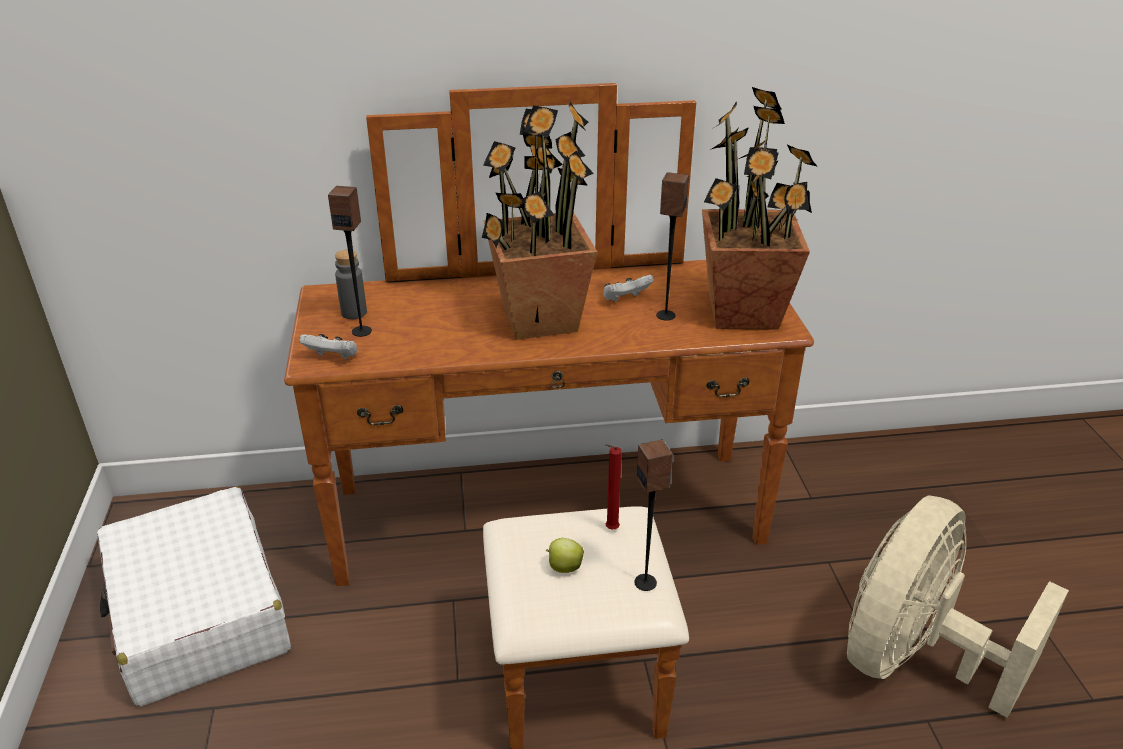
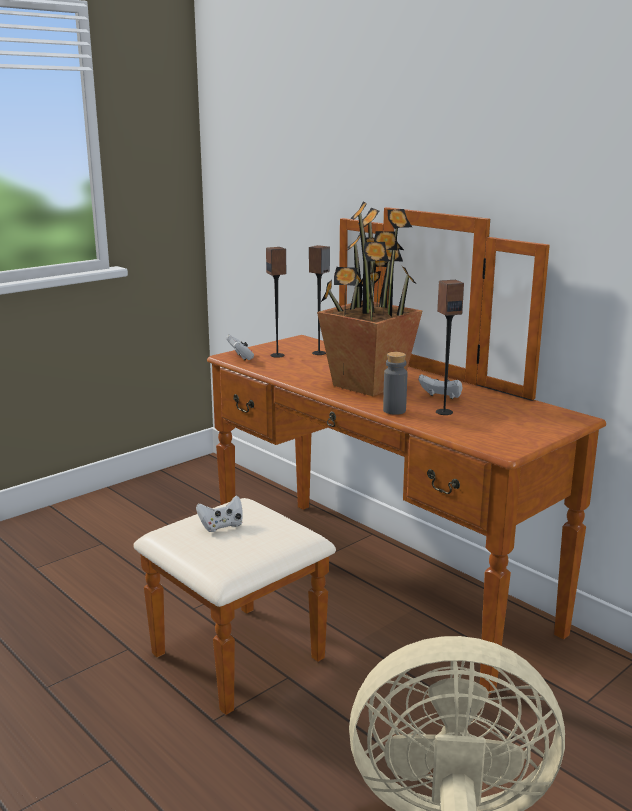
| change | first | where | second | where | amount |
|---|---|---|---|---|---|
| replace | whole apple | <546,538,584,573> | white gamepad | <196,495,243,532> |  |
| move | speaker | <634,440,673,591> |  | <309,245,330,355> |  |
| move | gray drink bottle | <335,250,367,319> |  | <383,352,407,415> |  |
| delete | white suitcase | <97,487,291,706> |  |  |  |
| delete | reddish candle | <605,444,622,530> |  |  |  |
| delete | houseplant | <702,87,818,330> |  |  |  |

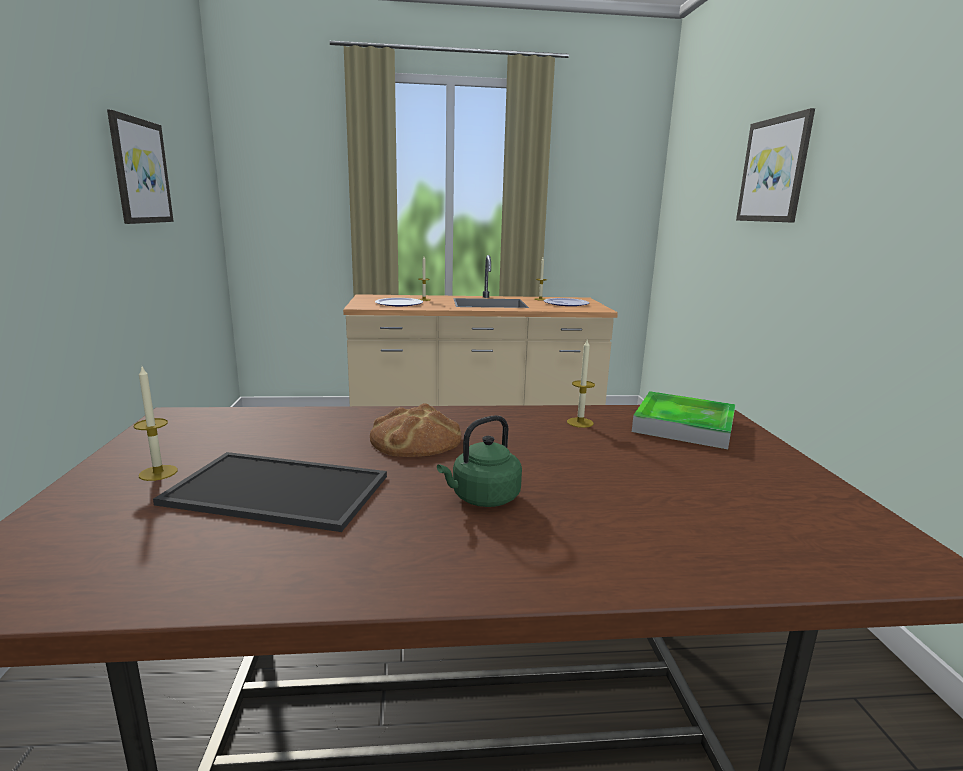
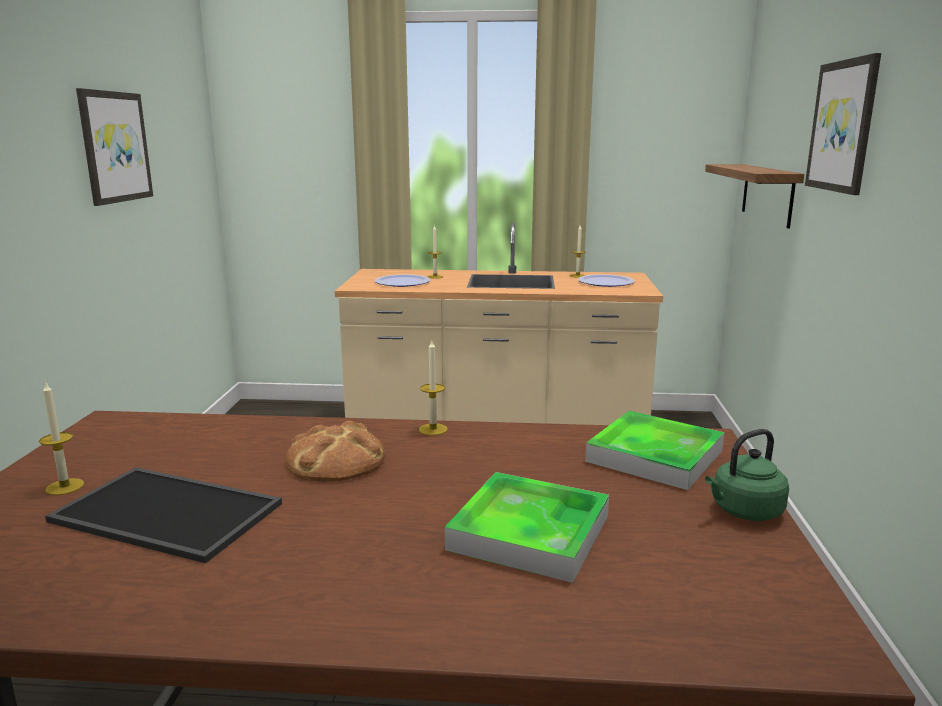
| change | first | where | second | where | amount |
|---|---|---|---|---|---|
| move | candle | <567,340,595,428> |  | <419,341,448,435> |  |
| insert |  |  | serving tray | <445,472,609,583> |  |
| insert |  |  | shelf | <705,164,804,229> |  |
| move | green water kettle | <437,415,522,507> |  | <705,429,789,521> |  |

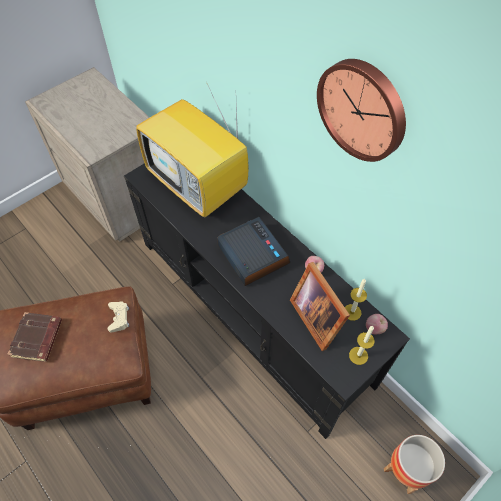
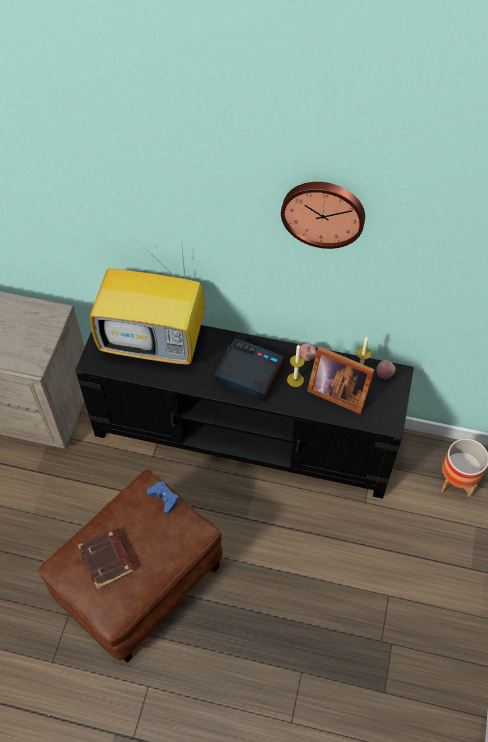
| change | first | where | second | where | amount |
|---|---|---|---|---|---|
| recolor | sand-coloured gamepad | <108,302,129,333> | blue-coloured gamepad | <147,481,179,514> |  |
| move | candle | <349,326,375,365> |  | <287,344,305,387> |  |

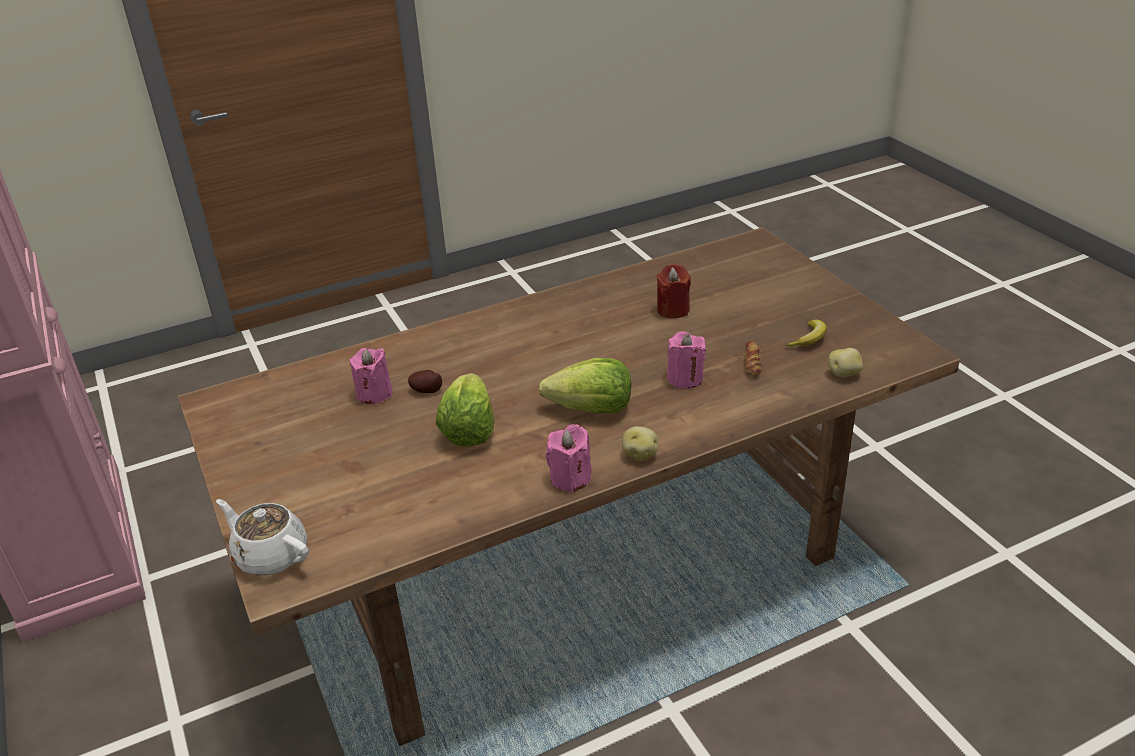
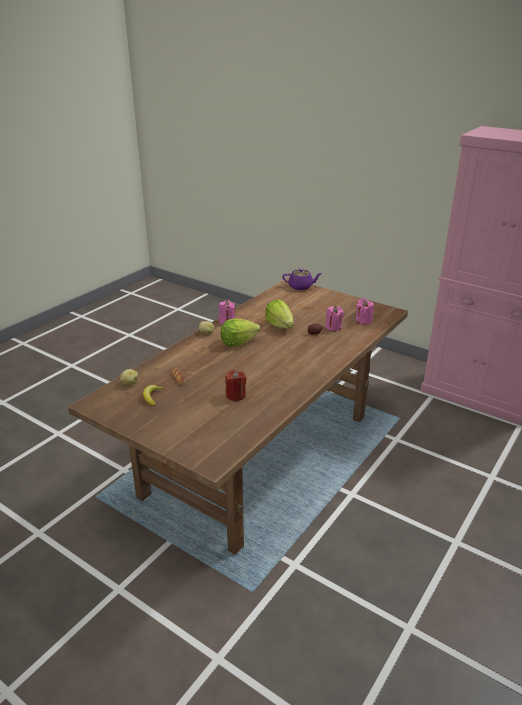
| change | first | where | second | where | amount |
|---|---|---|---|---|---|
| recolor | white pot for tea | <216,499,309,575> | purple-coloured pot for tea | <282,269,322,290> |  |
| move | pink-coloured candle | <667,331,706,388> |  | <356,298,374,324> |  |

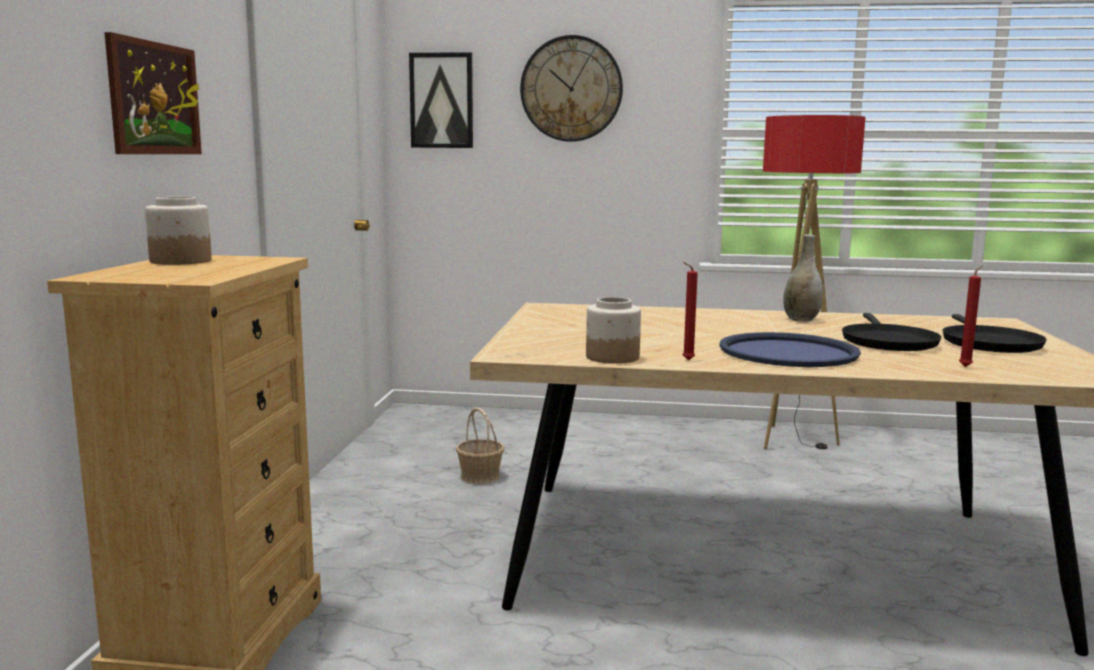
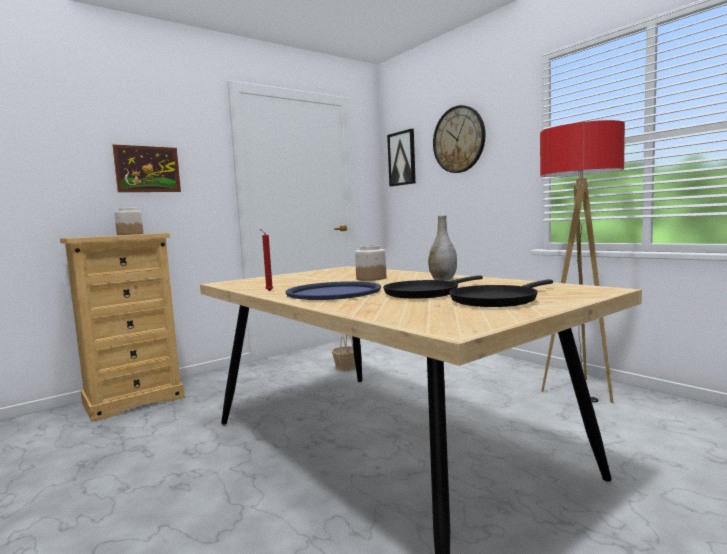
| change | first | where | second | where | amount |
|---|---|---|---|---|---|
| move | preserve jar | <586,297,641,364> |  | <355,245,386,281> |  |
| delete | reddish candle | <959,266,982,367> |  |  |  |

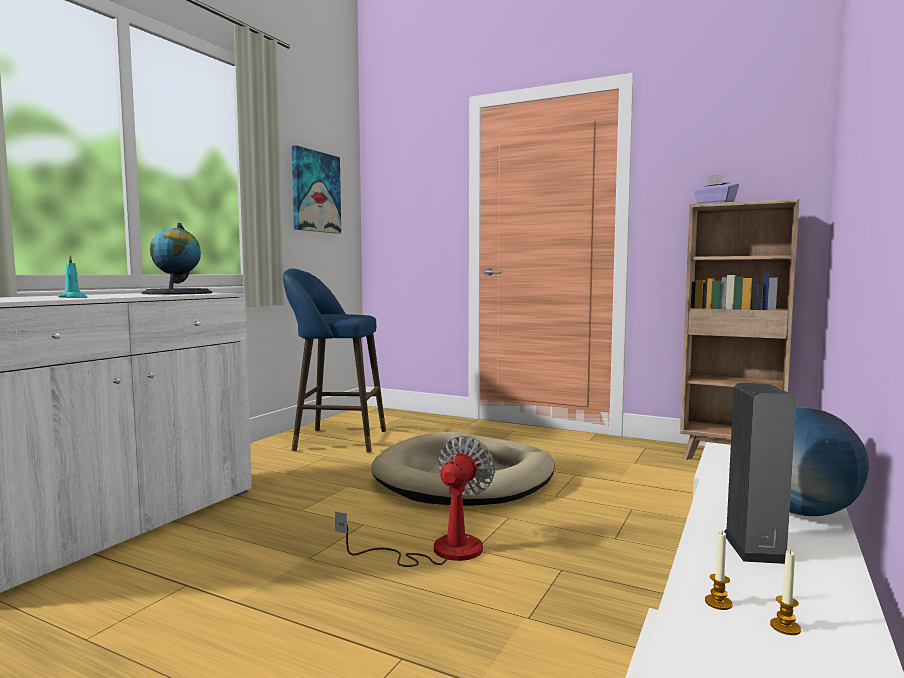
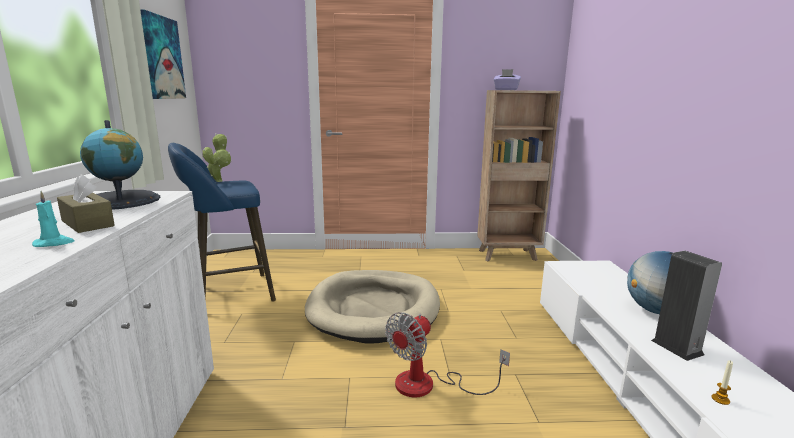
| change | first | where | second | where | amount |
|---|---|---|---|---|---|
| insert |  |  | brownish tissue holder | <57,174,115,233> |  |
| insert |  |  | houseplant | <202,134,231,182> |  |
| rotate | fan | <335,435,495,567> |  | <385,312,510,398> | 135 degrees counterclockwise |
| delete | candle | <770,550,801,635> |  |  |  |

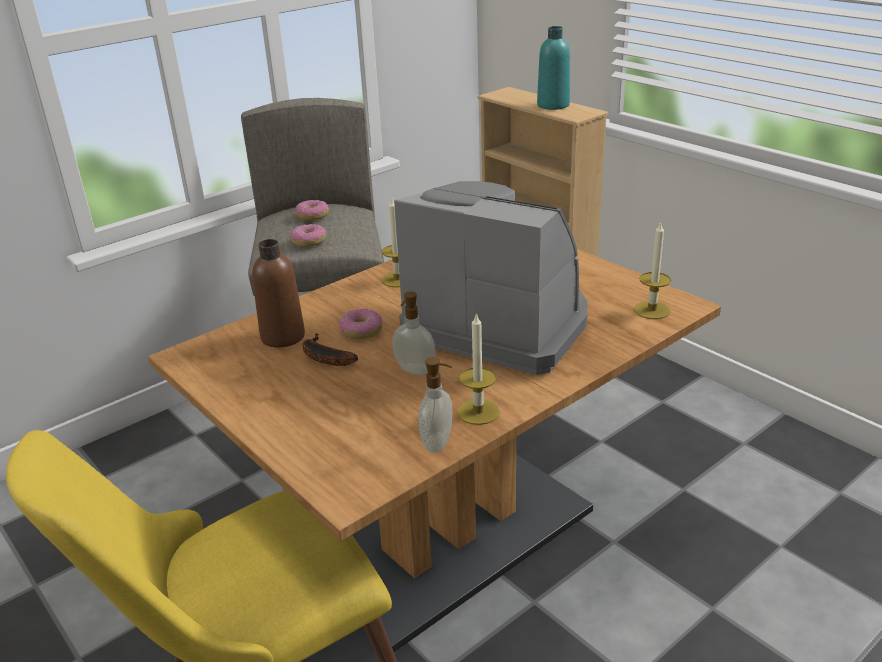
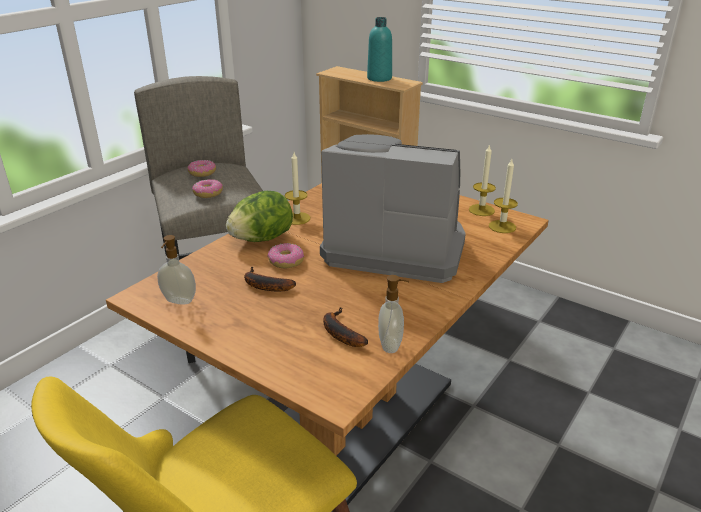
| change | first | where | second | where | amount |
|---|---|---|---|---|---|
| move | liquid soap bottle | <392,292,436,375> |  | <157,235,196,305> |  |
| insert |  |  | lettuce | <226,191,293,242> |  |
| insert |  |  | whole banana | <323,307,368,347> |  |
| move | candle | <457,312,500,425> |  | <469,144,496,216> |  |
| delete | brownish drink bottle | <252,239,305,348> |  |  |  |

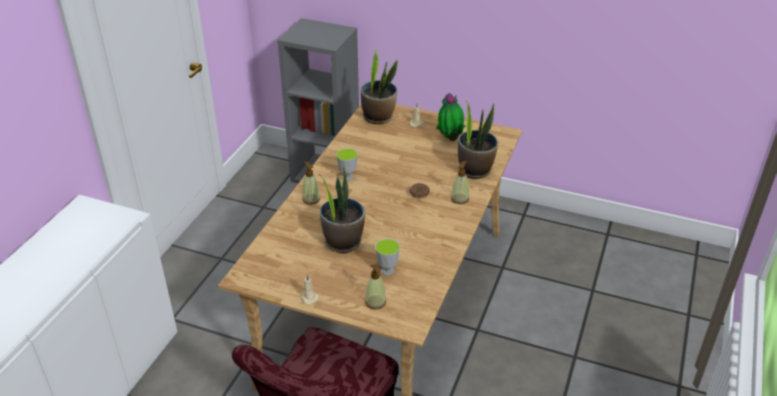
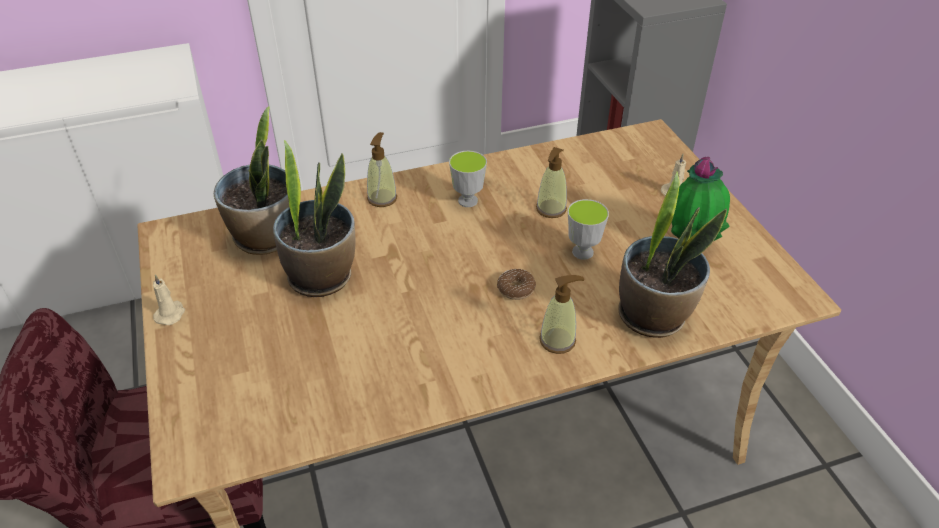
| change | first | where | second | where | amount |
|---|---|---|---|---|---|
| move | houseplant | <361,50,398,124> |  | <214,107,290,255> |  |
| move | liquid soap bottle | <365,264,386,310> |  | <536,147,567,218> |  |
| move | cup | <375,239,400,276> |  | <567,199,609,260> |  |

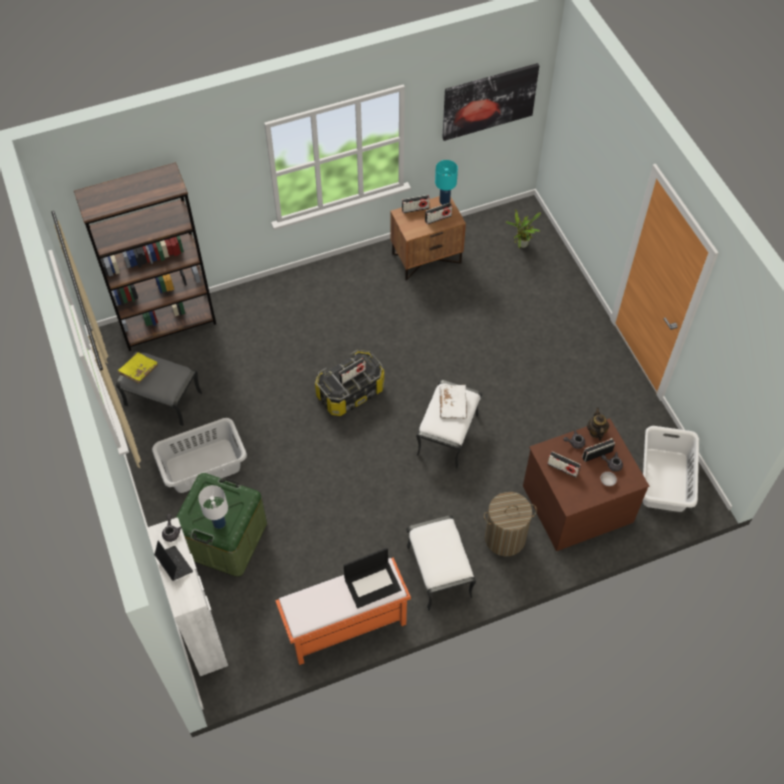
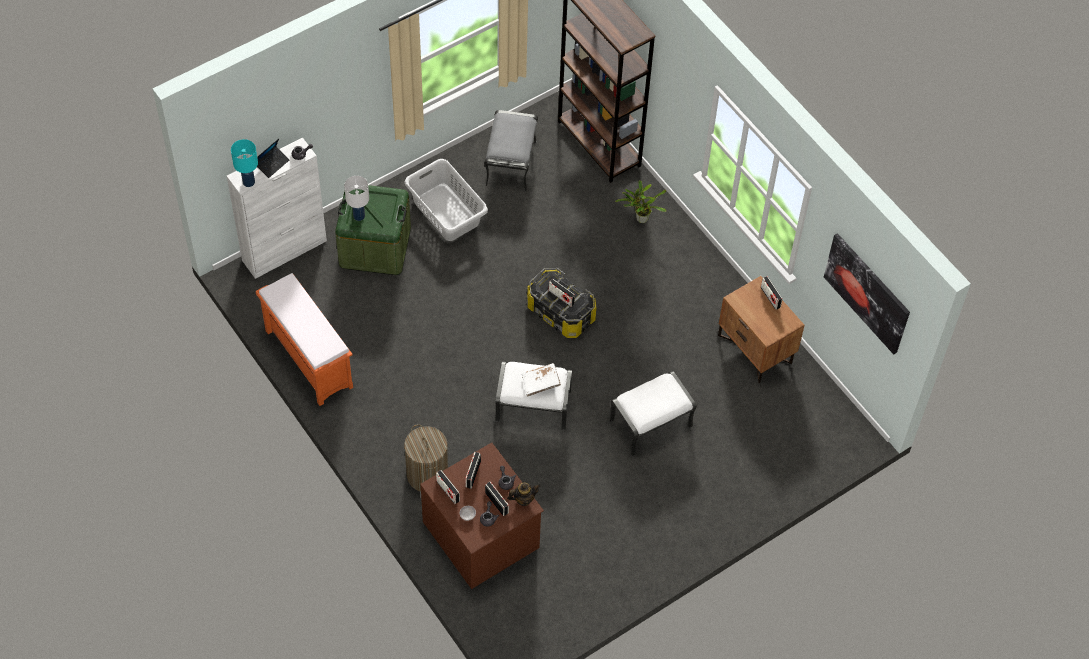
| change | first | where | second | where | amount |
|---|---|---|---|---|---|
| move | turquoise tabletop lamp | <435,160,458,205> |  | <231,139,258,187> |  |
| move | radio receiver | <425,203,452,225> |  | <436,470,460,504> |  |
| move | white pouffe | <406,515,476,611> |  | <609,371,697,456> |  |
| move | houseplant | <506,209,541,248> |  | <615,180,667,223> |  |
| delete | yellow-coloured book | <117,352,158,384> |  |  |  |
| delete | laptop | <344,548,401,608> |  |  |  |
| delete | white washing basket | <643,426,699,512> |  |  |  |

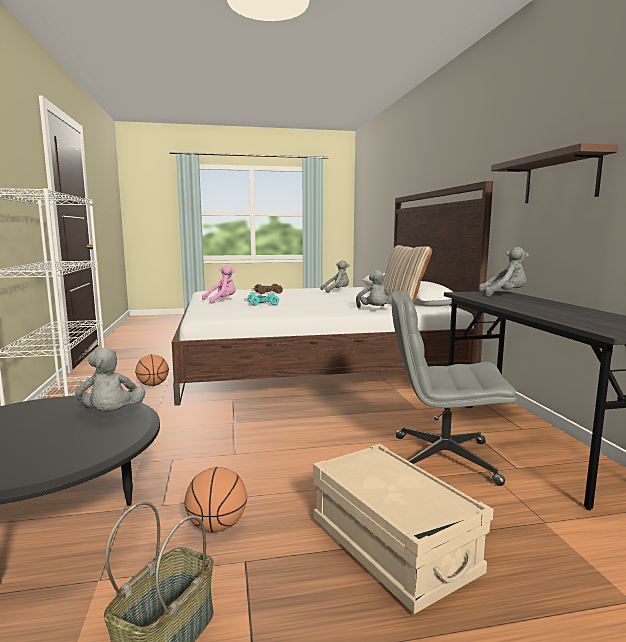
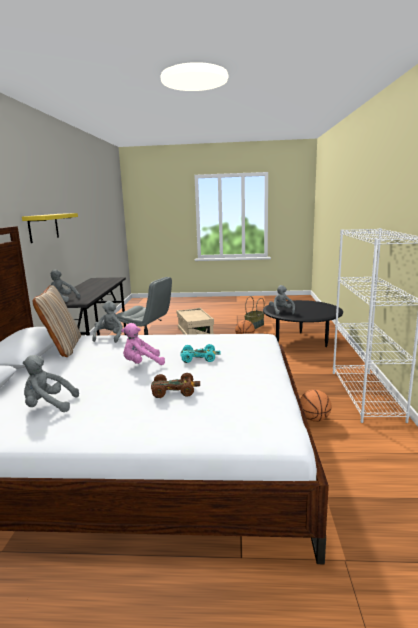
| change | first | where | second | where | amount |
|---|---|---|---|---|---|
| recolor | brownish shelf | <491,143,618,203> | yellow-coloured shelf | <22,213,78,243> |  |
| move | pink-coloured plush toy | <202,265,236,304> |  | <121,323,165,365> |  |

